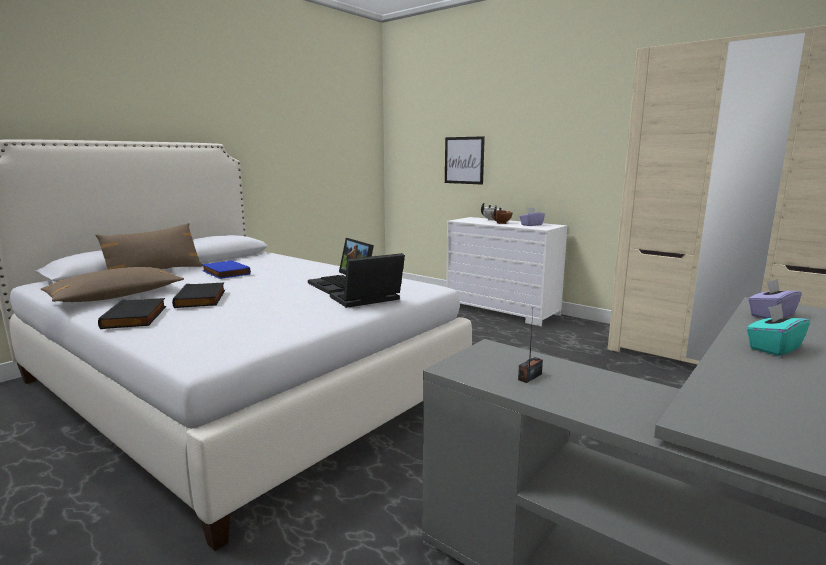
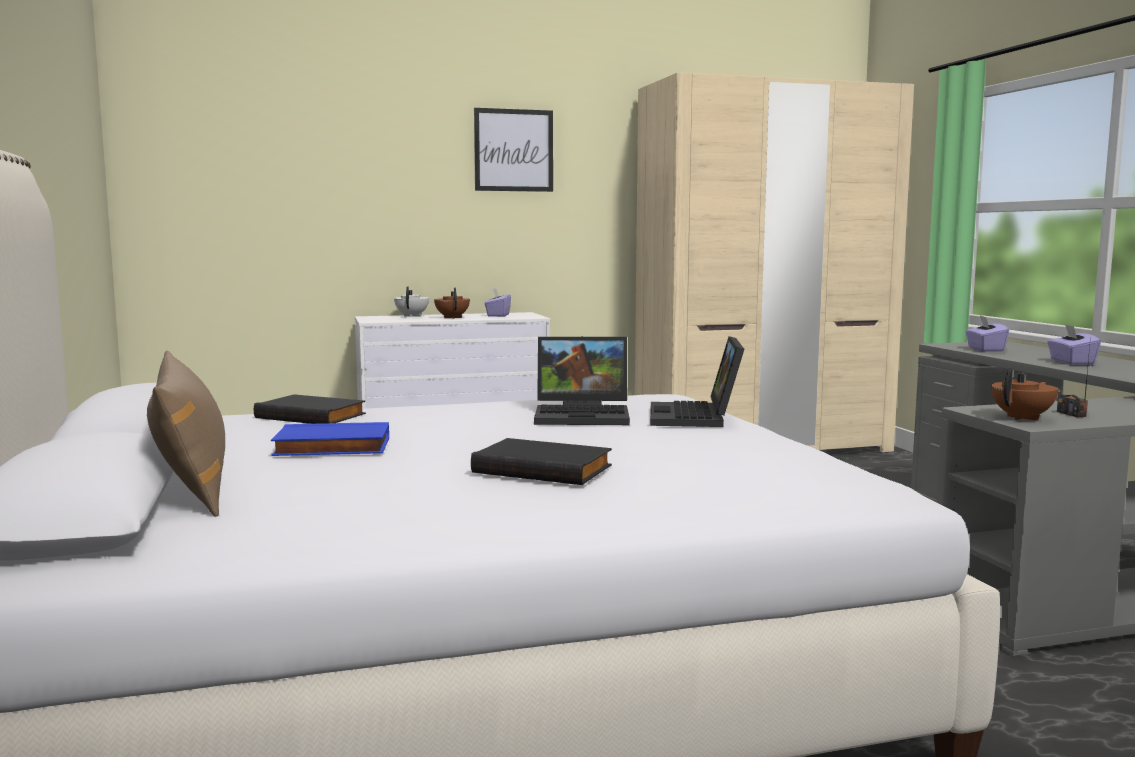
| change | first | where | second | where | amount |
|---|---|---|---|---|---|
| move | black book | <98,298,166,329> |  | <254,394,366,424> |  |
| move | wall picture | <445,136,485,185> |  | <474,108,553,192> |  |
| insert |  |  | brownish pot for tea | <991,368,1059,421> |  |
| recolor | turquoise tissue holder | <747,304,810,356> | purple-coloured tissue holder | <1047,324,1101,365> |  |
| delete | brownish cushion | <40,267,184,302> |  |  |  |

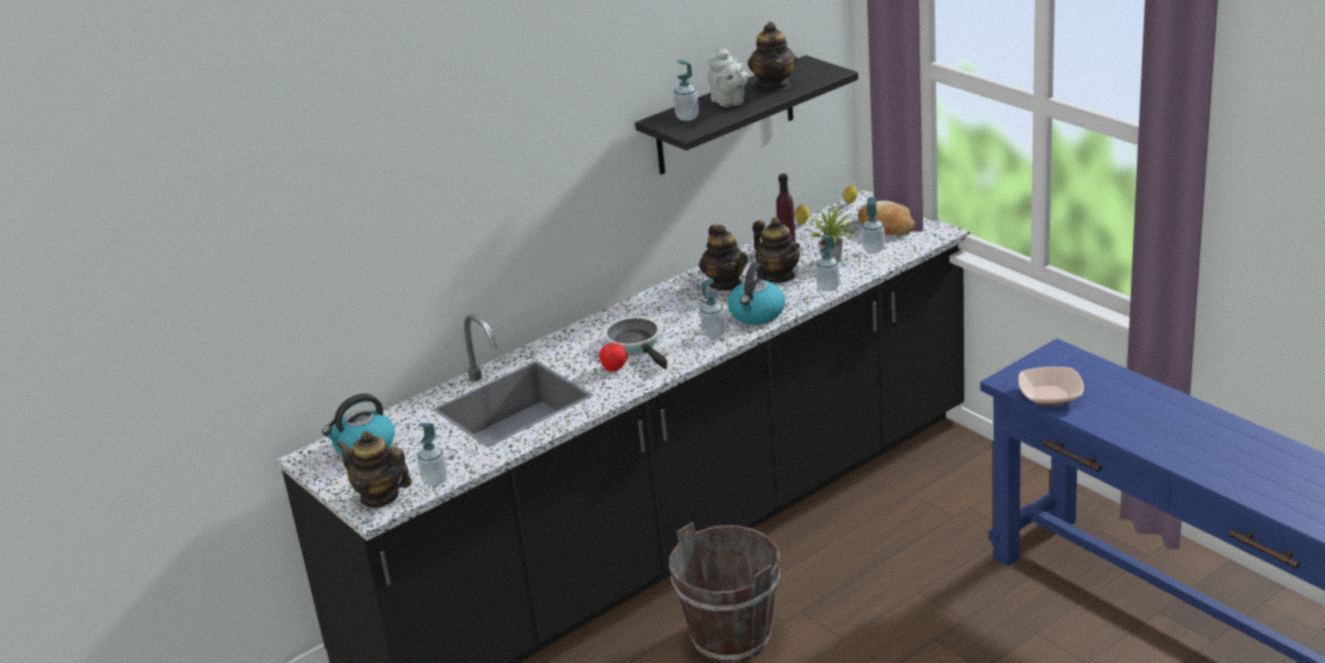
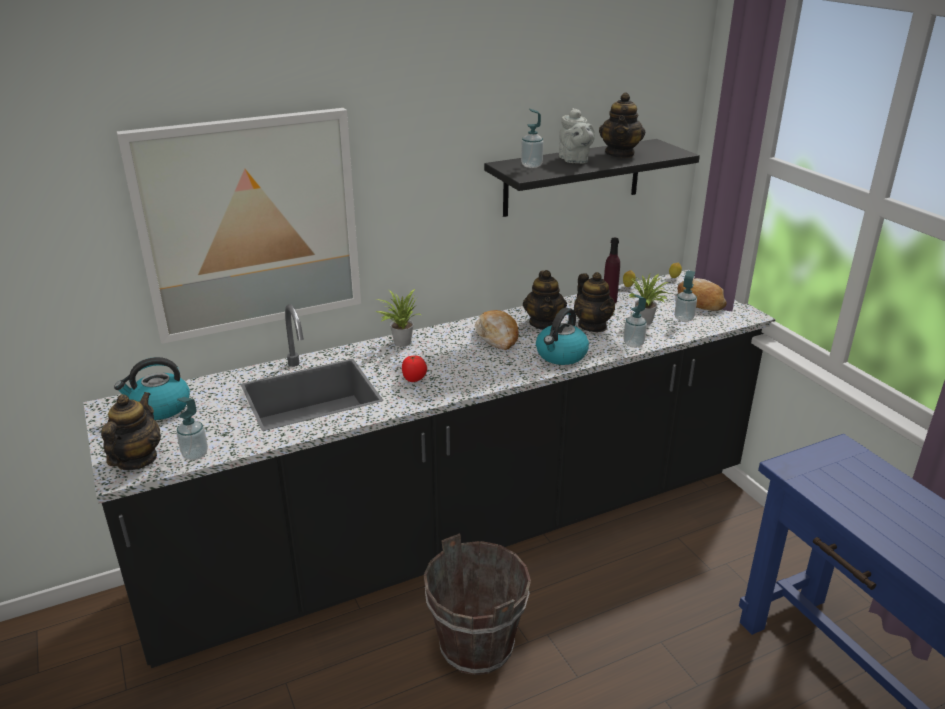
| change | first | where | second | where | amount |
|---|---|---|---|---|---|
| rotate | pot for tea | <336,431,412,508> |  | <101,392,161,470> | 60 degrees clockwise |
| insert |  |  | wall picture | <116,108,361,344> |  |
| insert |  |  | houseplant | <376,289,421,347> |  |
| insert |  |  | bakery bread | <475,310,519,350> |  |
| delete | pan | <604,317,667,370> |  |  |  |
| delete | liquid soap bottle | <700,278,725,338> |  |  |  |
| delete | bowl | <1018,367,1084,405> |  |  |  |

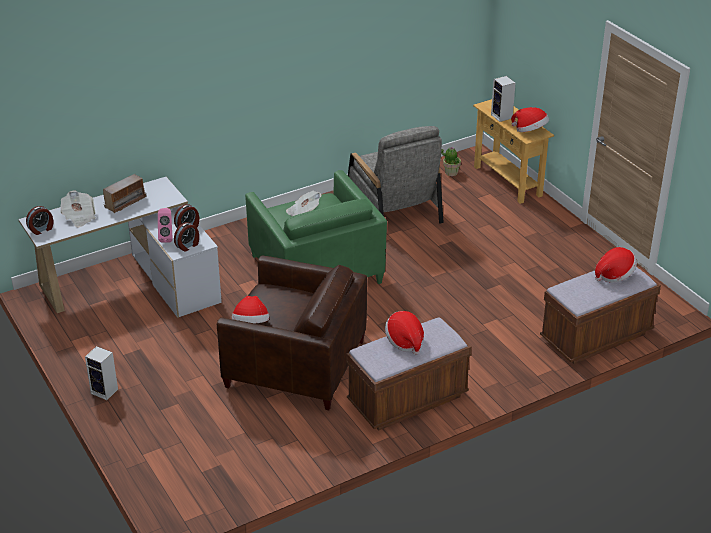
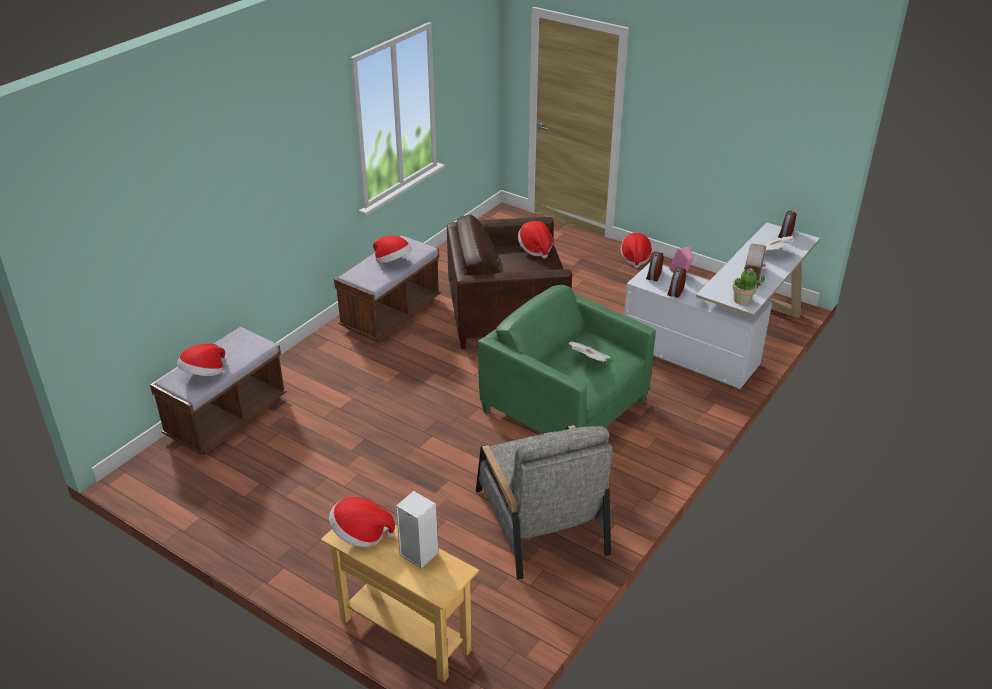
| change | first | where | second | where | amount |
|---|---|---|---|---|---|
| rotate | gray armchair | <348,126,444,224> |  | <476,425,612,580> | 150 degrees counterclockwise |
| replace | speaker | <85,346,118,400> | wearable hat | <621,233,652,268> |  |
| move | houseplant | <441,147,461,176> |  | <732,268,765,305> |  |

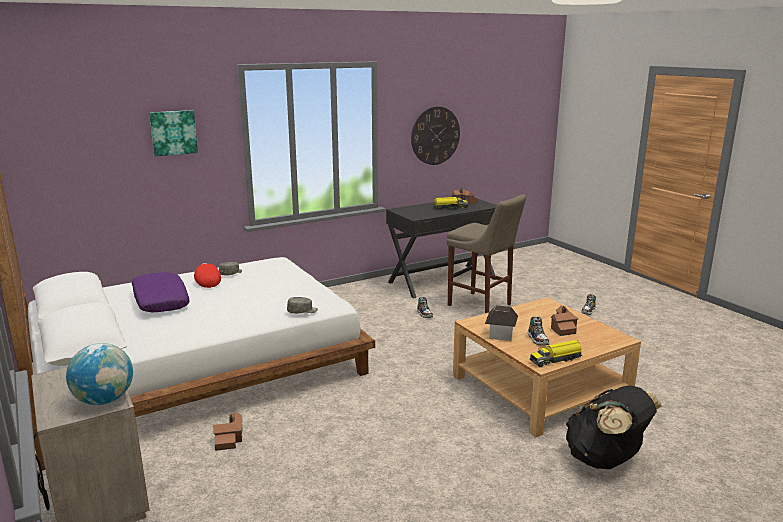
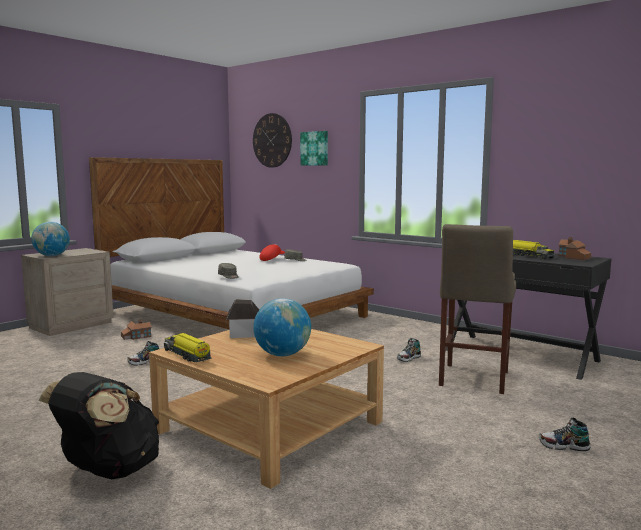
| change | first | where | second | where | amount |
|---|---|---|---|---|---|
| move | shoe | <528,317,549,345> |  | <127,341,159,366> |  |
| move | wall clock | <411,106,460,165> |  | <253,113,292,168> |  |
| replace | model house | <551,305,578,336> | globe | <253,298,311,356> |  |
| delete | purple-coloured cushion | <132,272,190,312> |  |  |  |

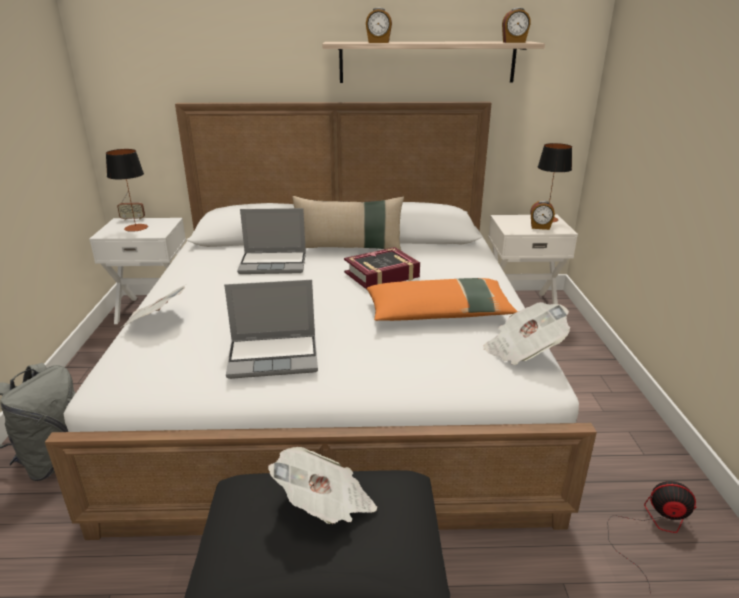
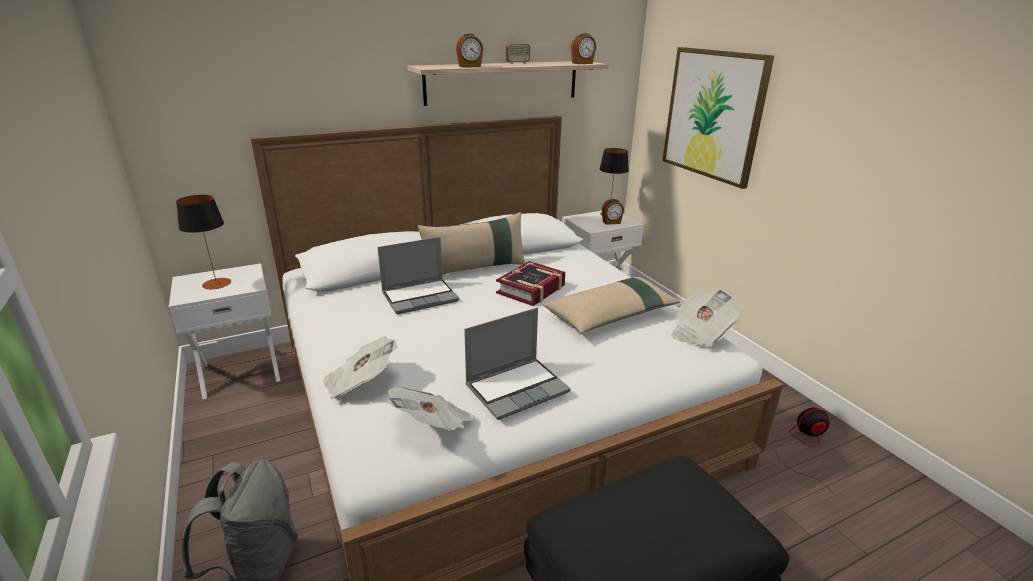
| change | first | where | second | where | amount |
|---|---|---|---|---|---|
| move | newspaper | <268,447,377,524> |  | <386,386,476,431> |  |
| move | radio receiver | <117,191,145,221> |  | <506,31,530,64> |  |
| recolor | orangey cushion | <367,278,518,321> | sand-coloured cushion | <544,277,680,333> |  |
| insert |  |  | wall picture | <662,47,774,189> |  |

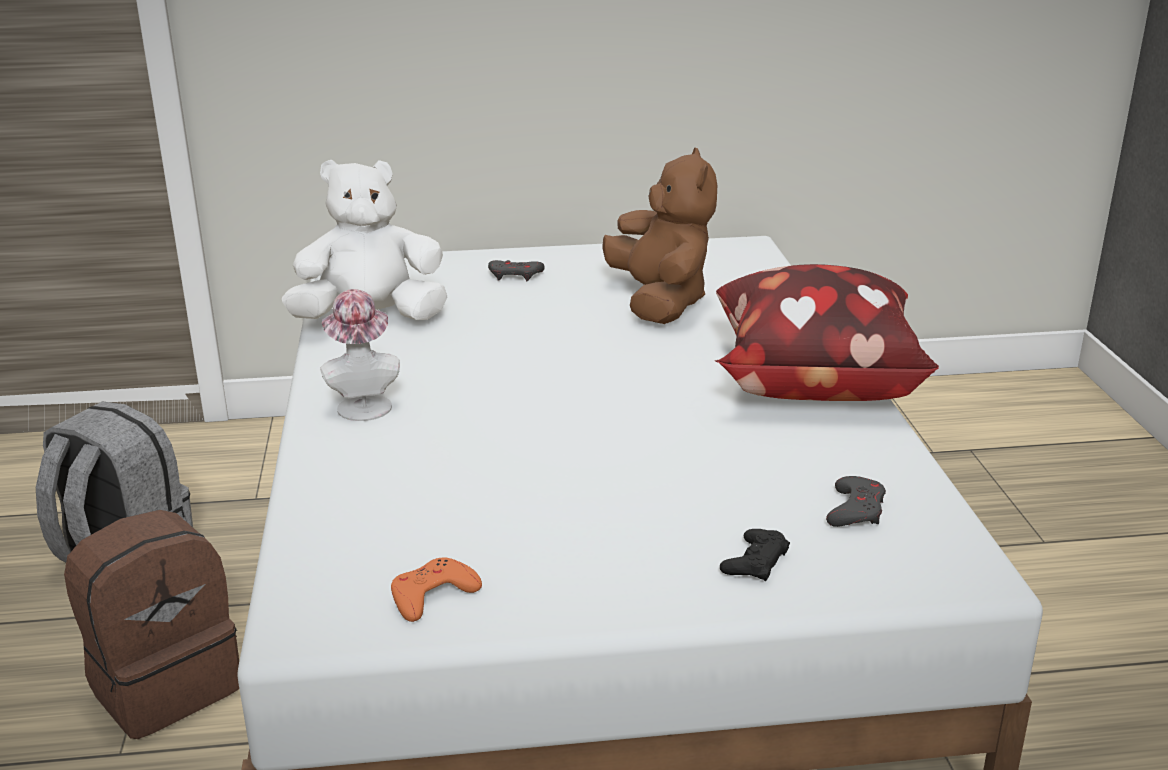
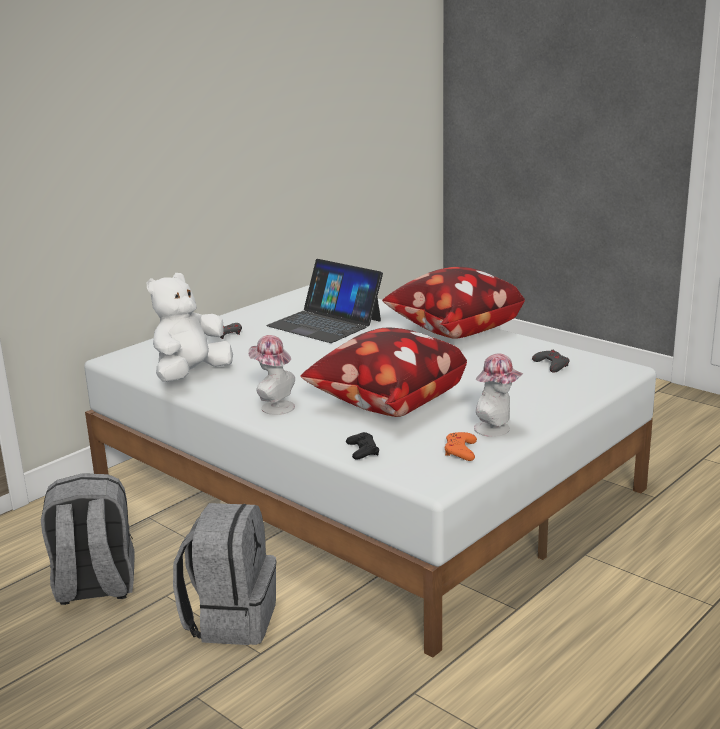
| change | first | where | second | where | amount |
|---|---|---|---|---|---|
| recolor | brownish knapsack | <64,510,239,739> | gray knapsack | <173,503,276,645> |  |
| replace | brownish plush toy | <602,148,717,324> | laptop | <266,259,383,343> |  |
| insert |  |  | cushion | <301,328,467,417> |  |
| move | black gamepad | <720,529,790,582> |  | <346,432,379,459> |  |
| insert |  |  | wearable hat | <474,354,524,437> |  |

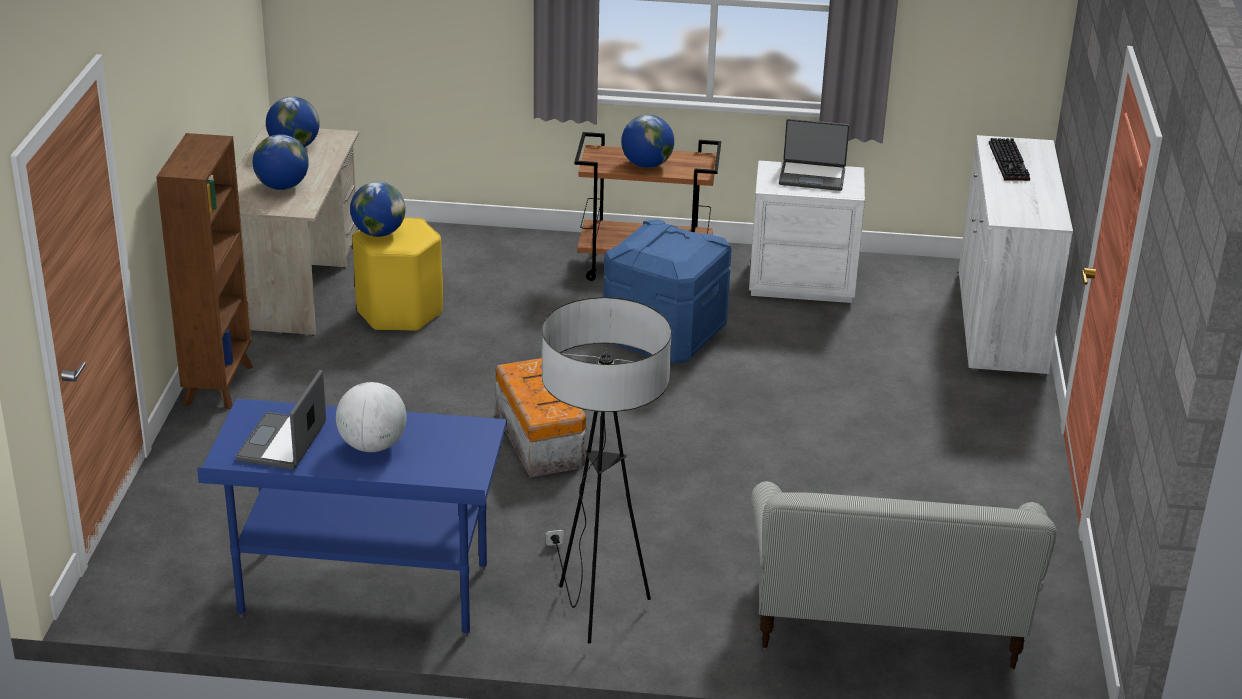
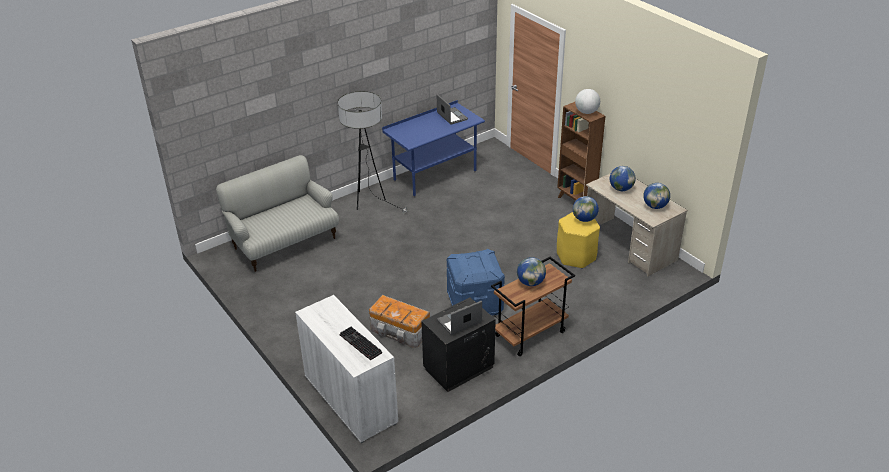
| change | first | where | second | where | amount |
|---|---|---|---|---|---|
| move | storage bin | <496,358,587,478> |  | <369,295,430,348> |  |
| recolor | white nightstand | <749,160,865,303> | black nightstand | <421,298,496,392> |  |
| move | globe | <336,382,407,452> |  | <575,89,600,114> |  |

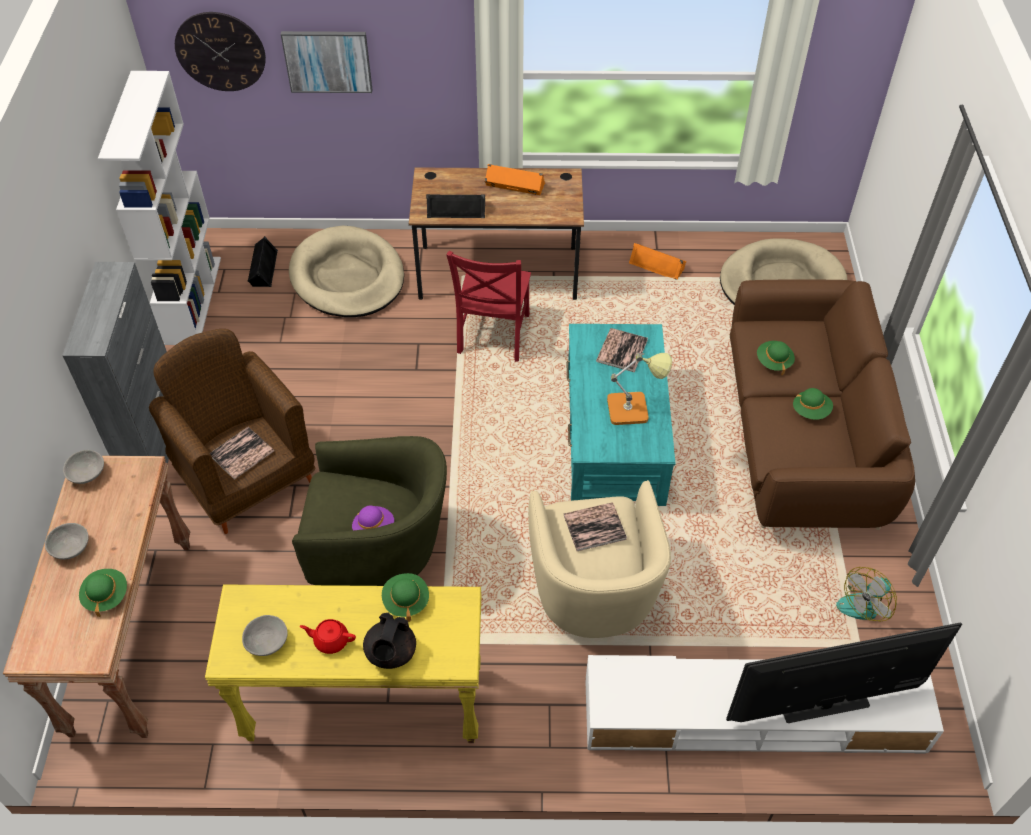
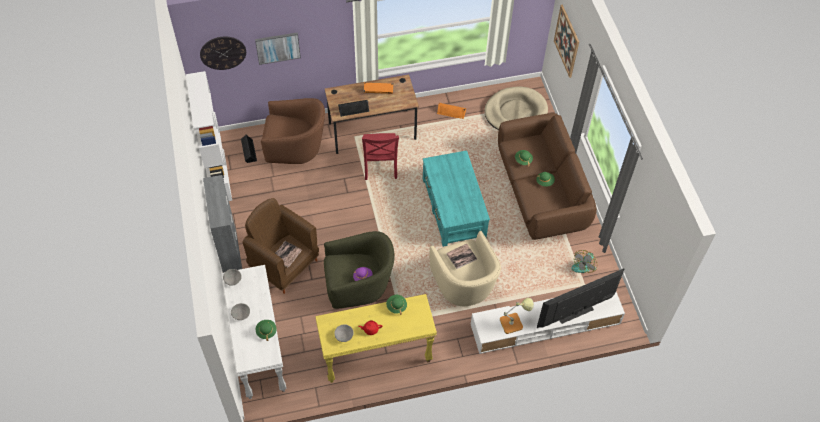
| change | first | where | second | where | amount |
|---|---|---|---|---|---|
| recolor | brownish hall table | <3,456,190,738> | white hall table | <222,265,286,399> |  |
| replace | sand-coloured dog cushion | <289,226,404,317> | brownish armchair | <261,98,325,164> |  |
| move | tabletop lamp | <607,353,672,425> |  | <500,298,534,334> |  |
| insert |  |  | wall picture | <554,4,579,78> |  |
| delete | black pot for tea | <363,613,416,669> |  |  |  |
| delete | book | <596,328,648,372> |  |  |  |

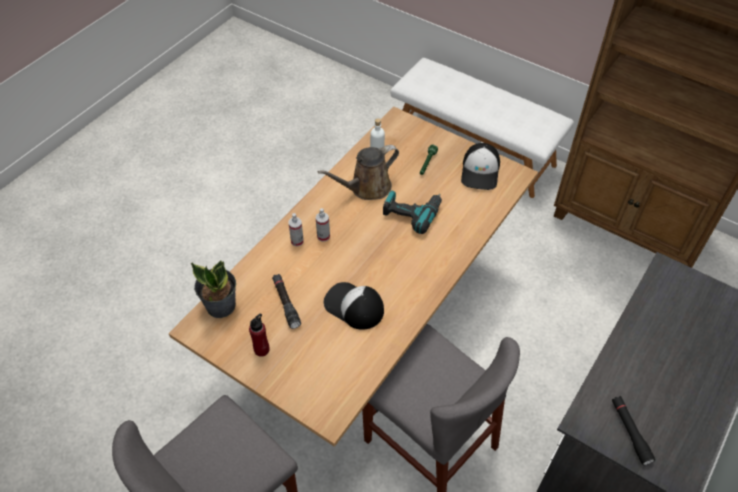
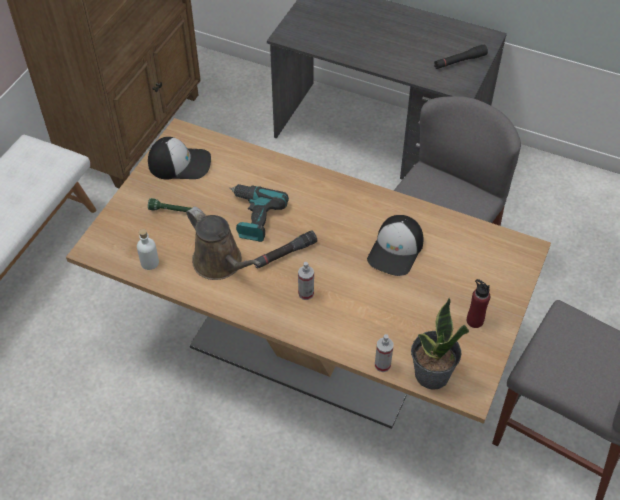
| change | first | where | second | where | amount |
|---|---|---|---|---|---|
| move | black flashlight | <272,274,301,329> |  | <254,230,317,269> |  |
| move | hand sprayer | <289,213,304,247> |  | <375,334,393,372> |  |

